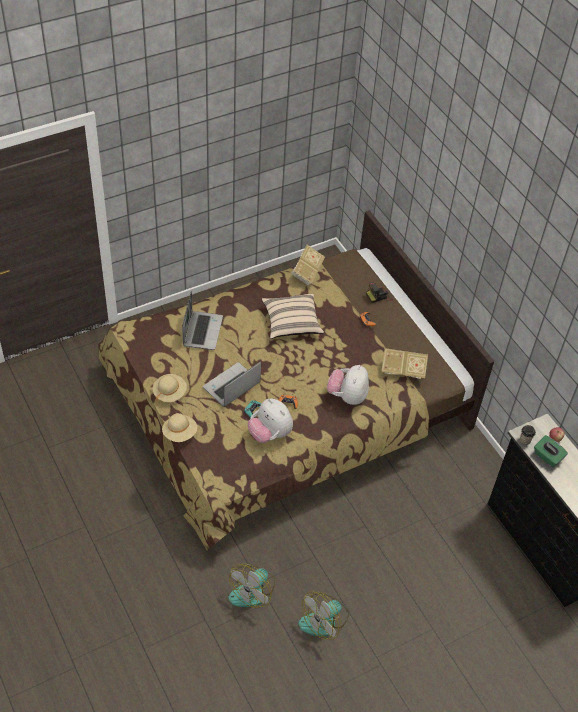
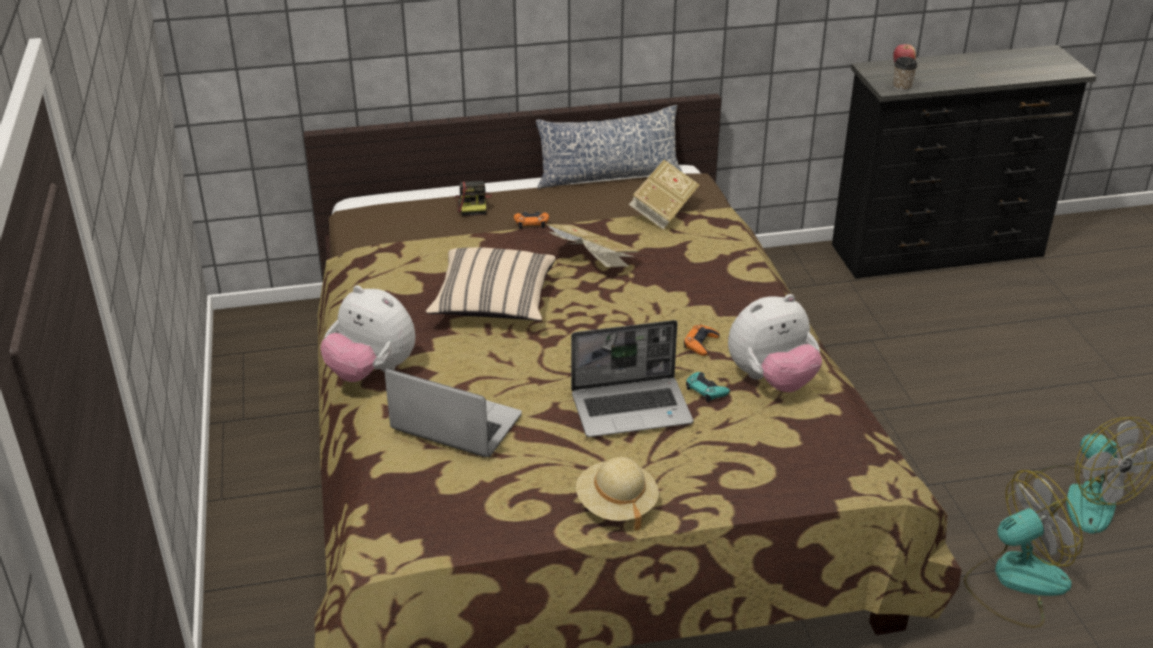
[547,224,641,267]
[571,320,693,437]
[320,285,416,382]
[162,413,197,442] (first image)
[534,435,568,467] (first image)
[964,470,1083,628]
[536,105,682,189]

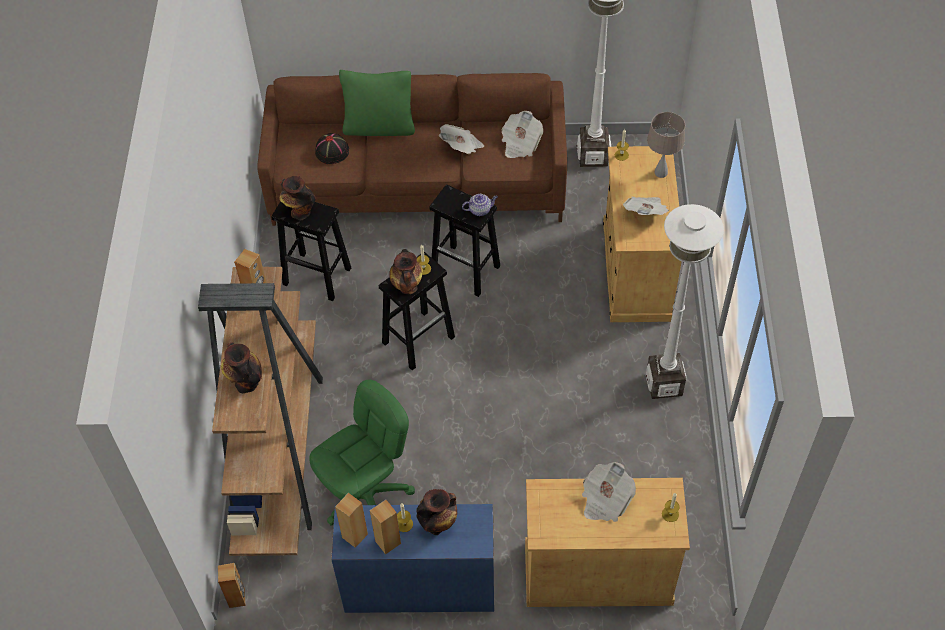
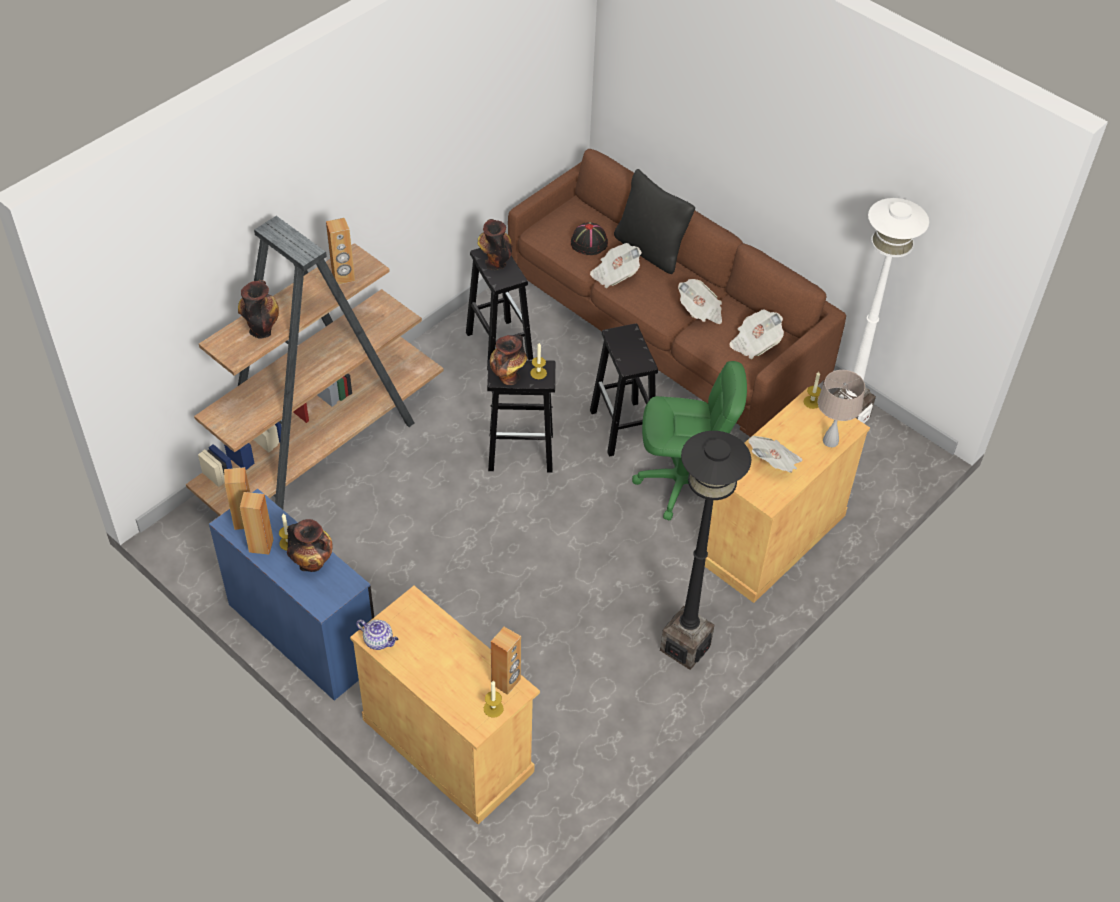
[614,169,695,274]
[356,619,398,650]
[660,431,751,670]
[632,361,747,520]
[590,243,642,288]
[491,627,521,695]

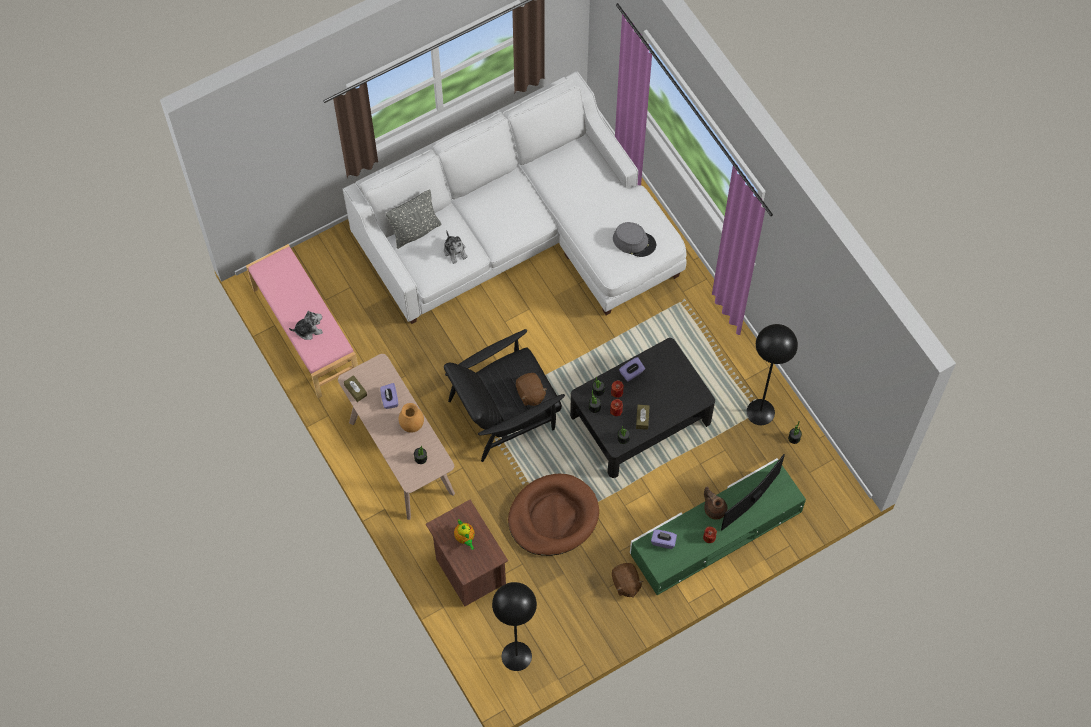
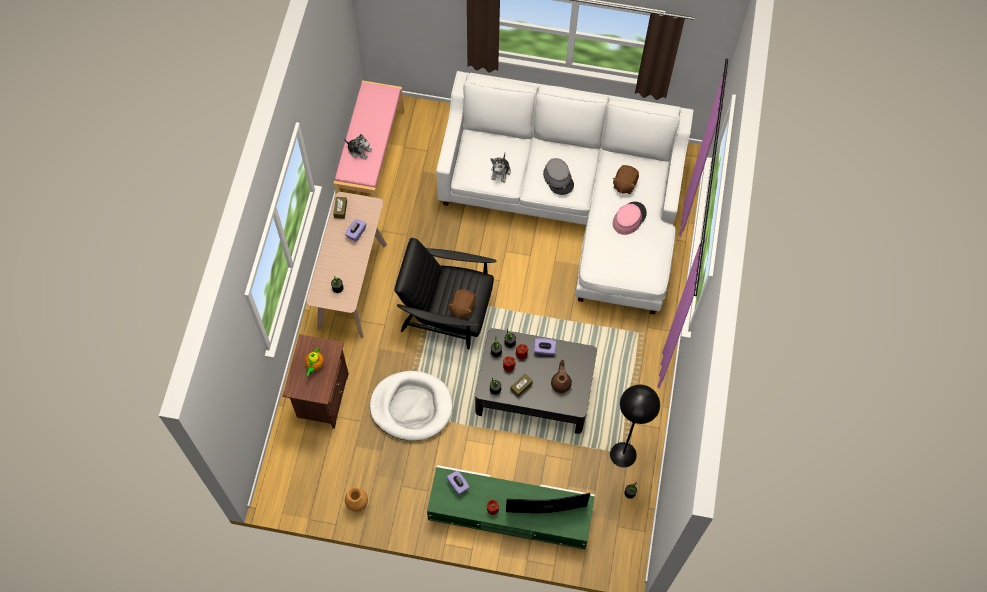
[386,189,441,249] (first image)
[543,158,574,195]
[345,487,368,512]
[370,371,453,441]
[551,360,572,393]
[613,165,639,194]
[492,582,537,671] (first image)
[613,202,647,235]

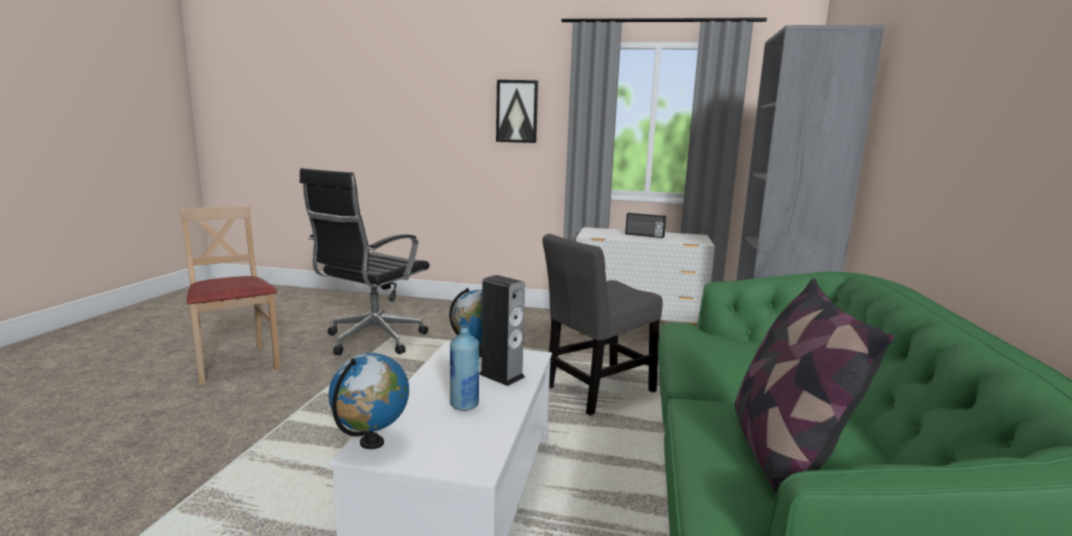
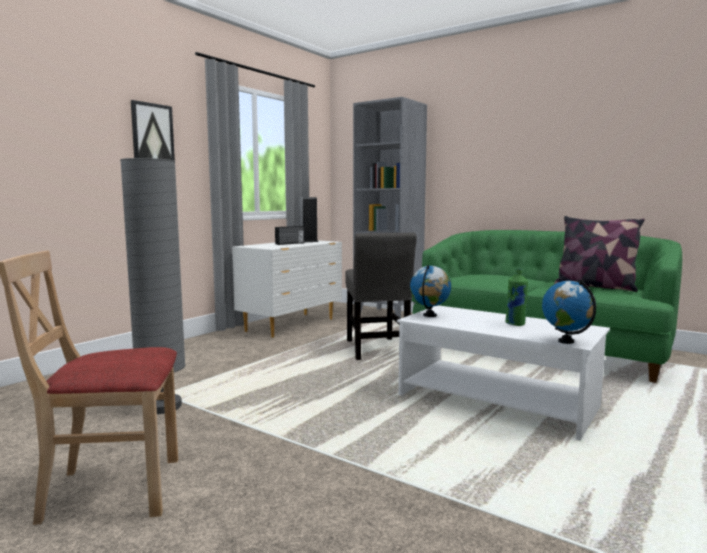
[120,158,186,414]
[299,197,318,242]
[505,269,528,326]

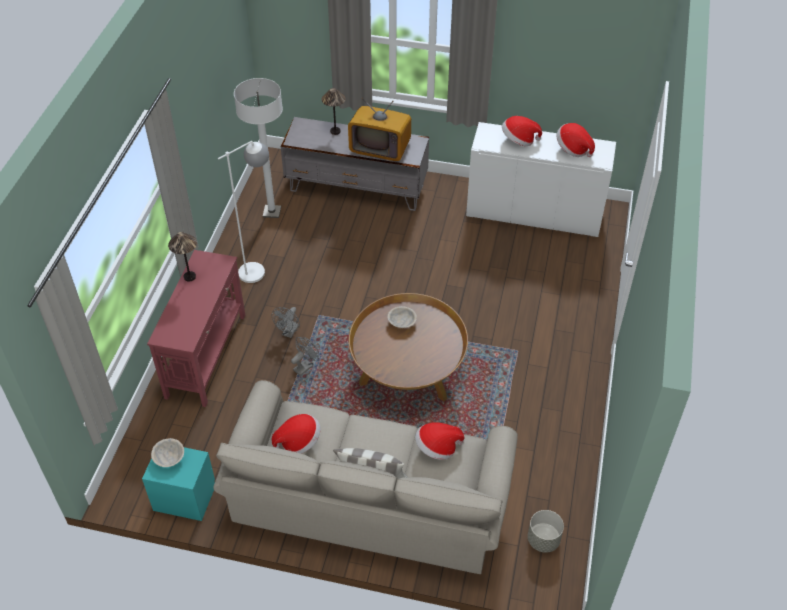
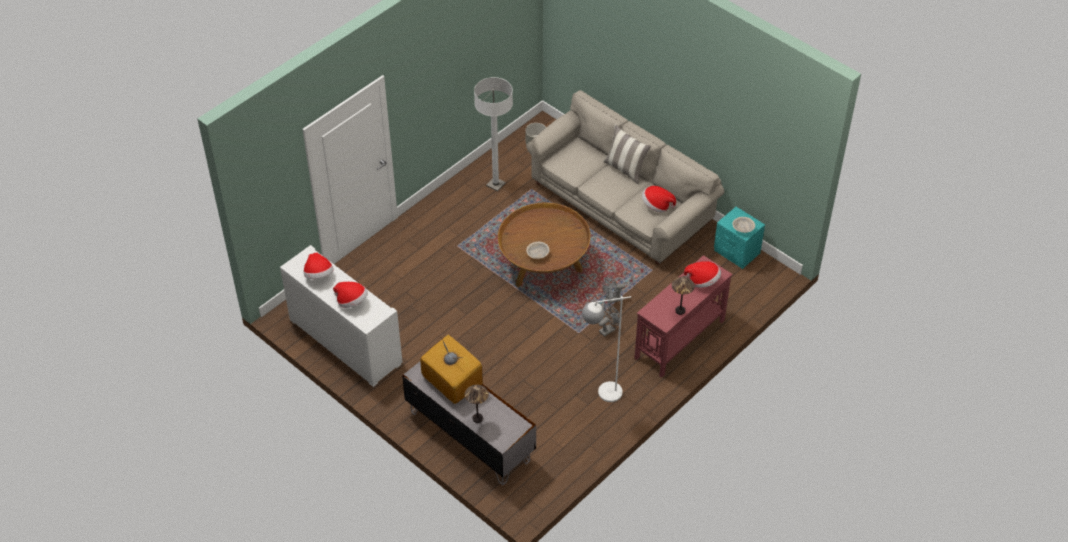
[474,77,513,192]
[684,261,721,288]

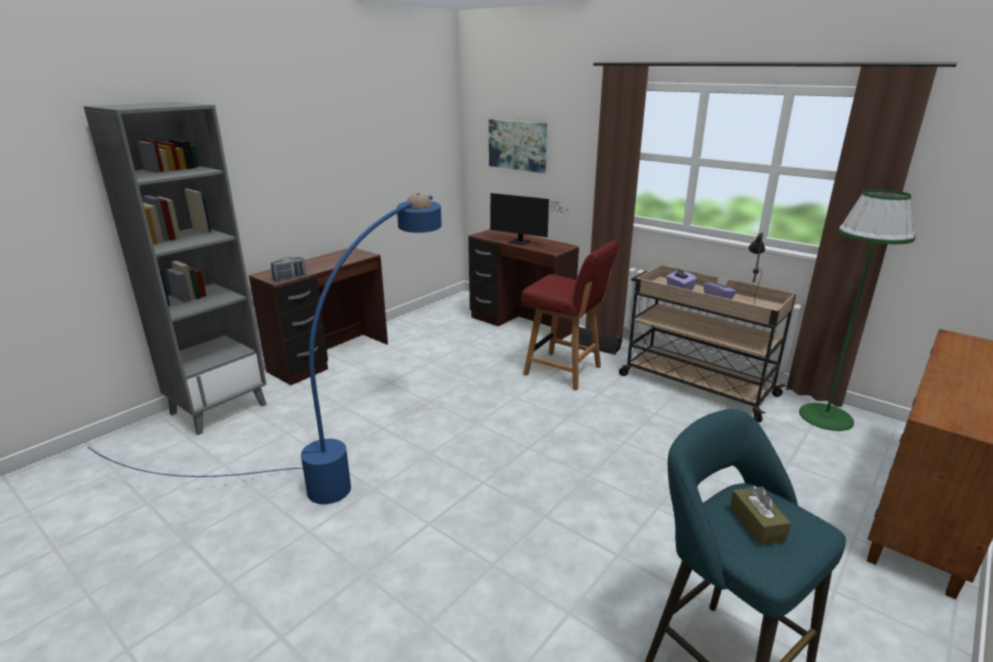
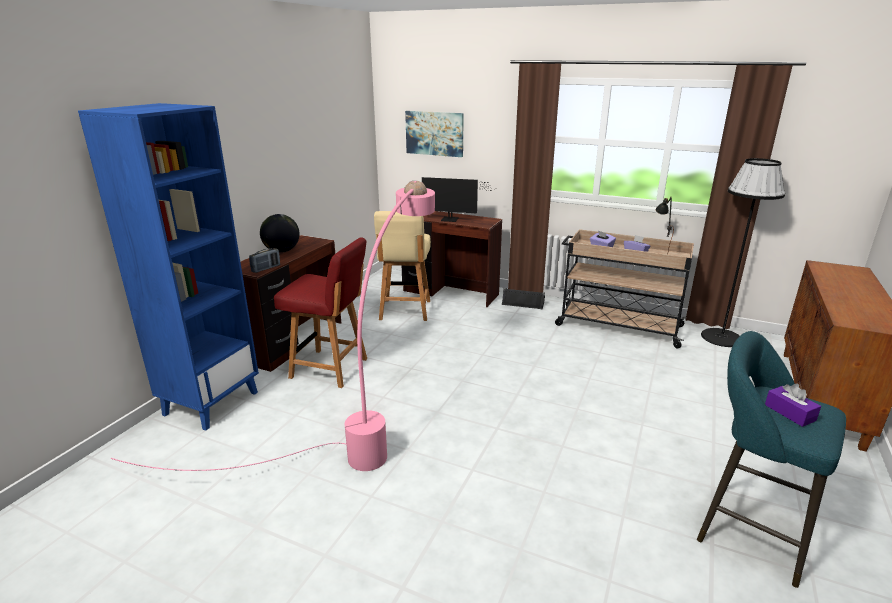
[78,103,259,431]
[701,158,785,347]
[111,181,435,471]
[274,237,367,388]
[765,383,821,427]
[374,211,431,321]
[260,214,300,252]

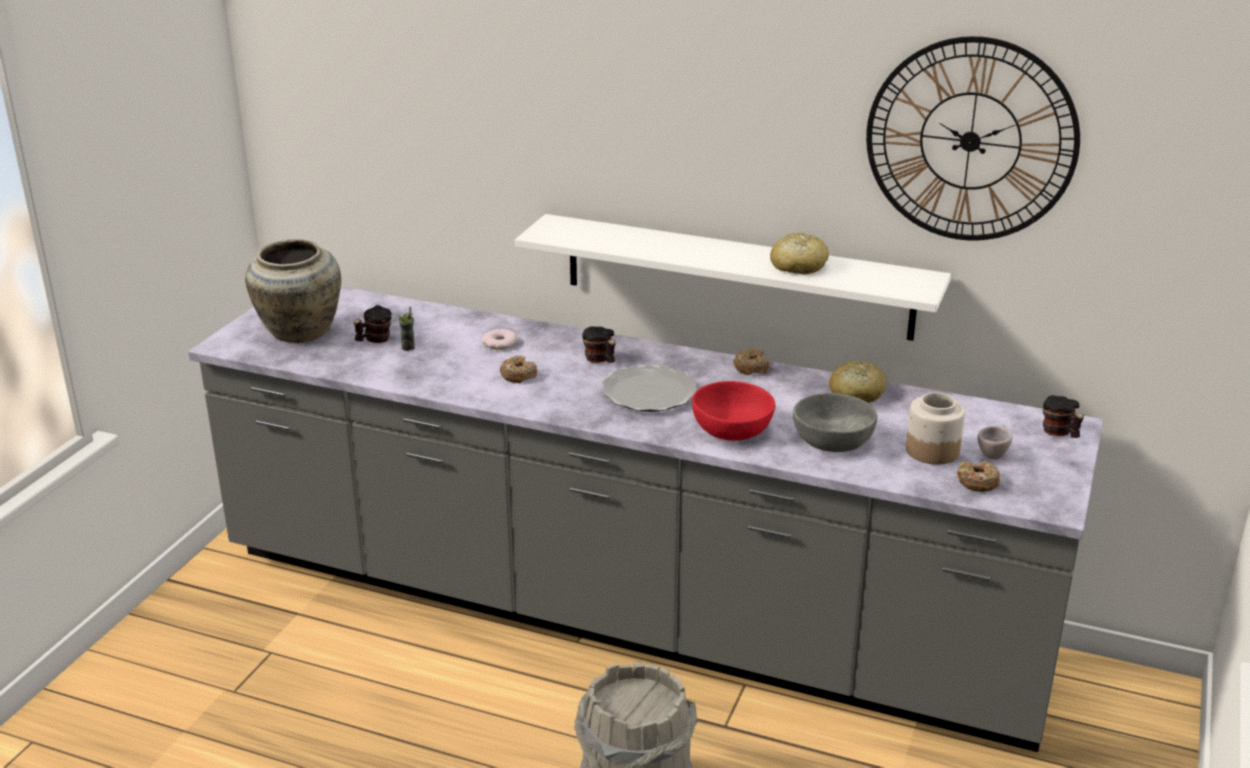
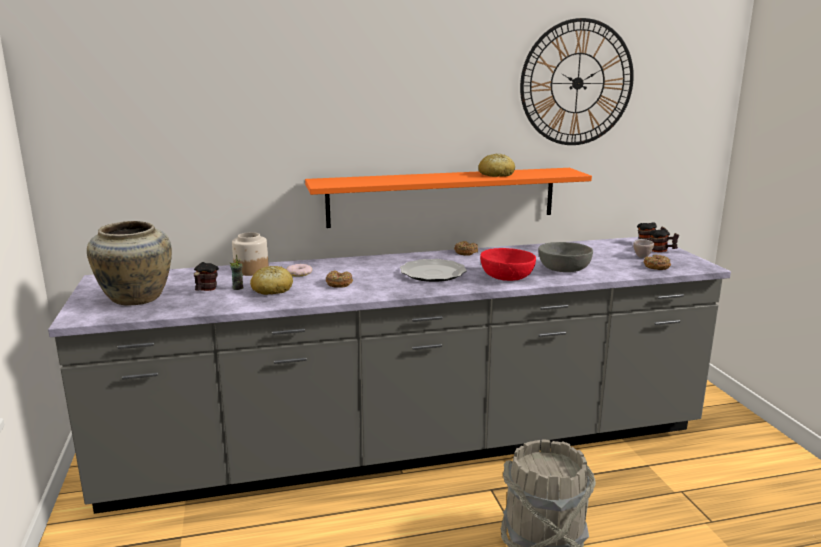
[305,168,592,228]
[649,229,679,252]
[250,266,293,295]
[232,232,269,276]

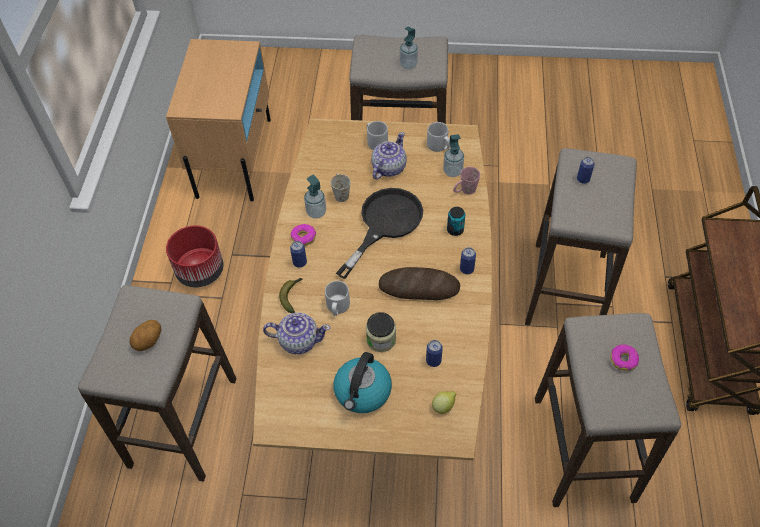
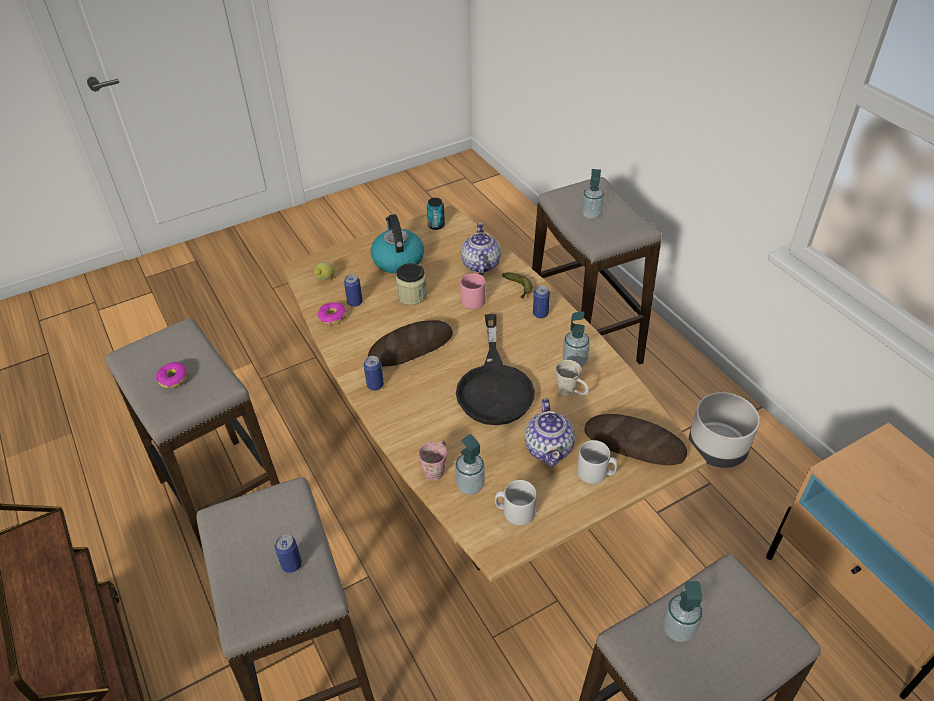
[427,198,445,230]
[318,302,346,325]
[689,392,760,468]
[460,273,486,309]
[461,223,501,276]
[581,169,604,219]
[585,414,687,465]

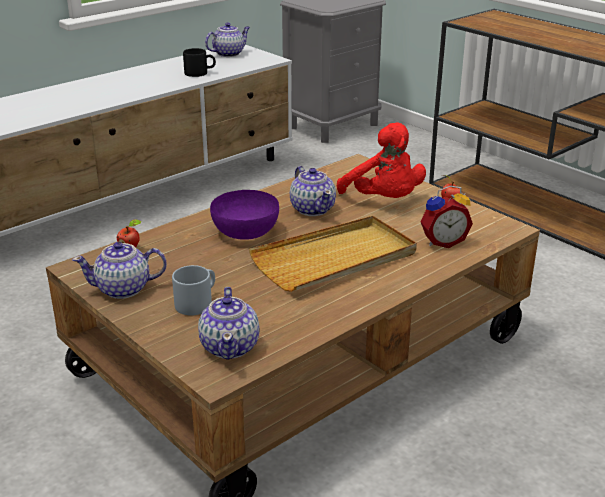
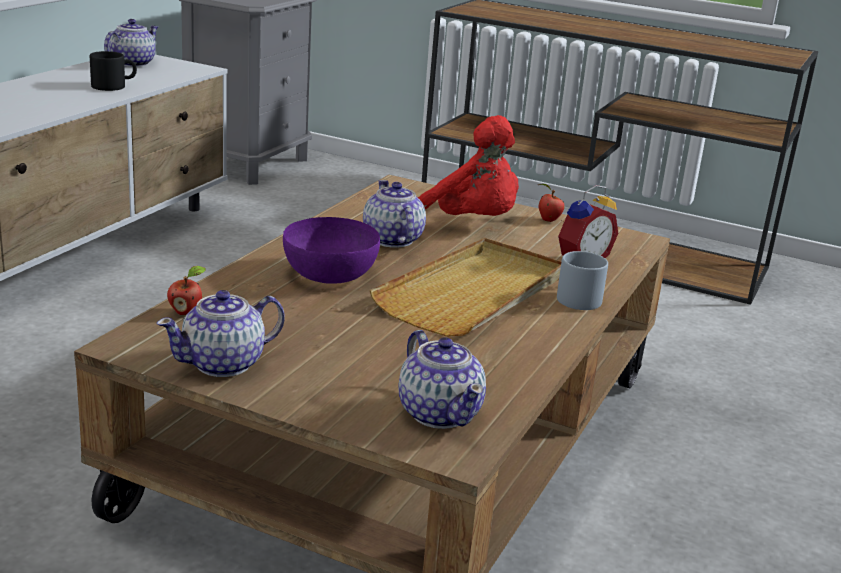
[363,180,426,248]
[557,251,608,310]

